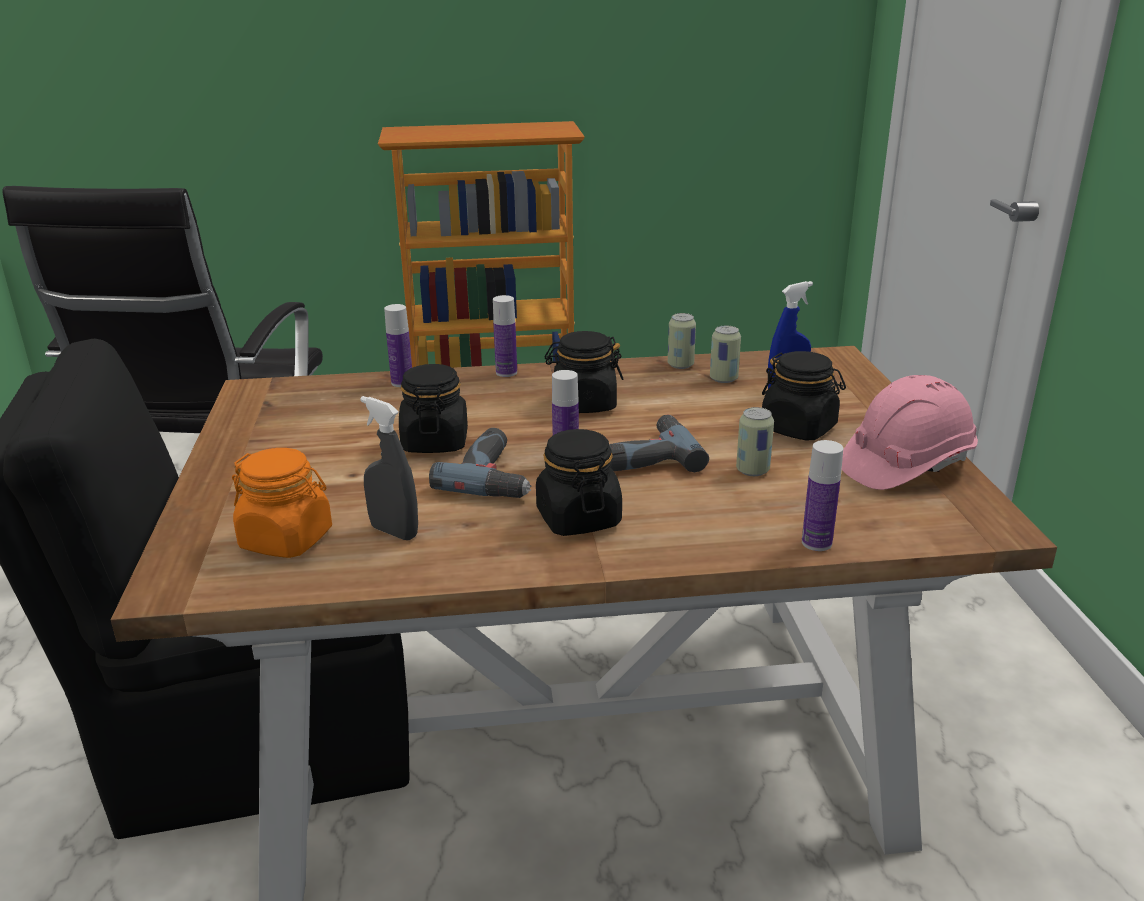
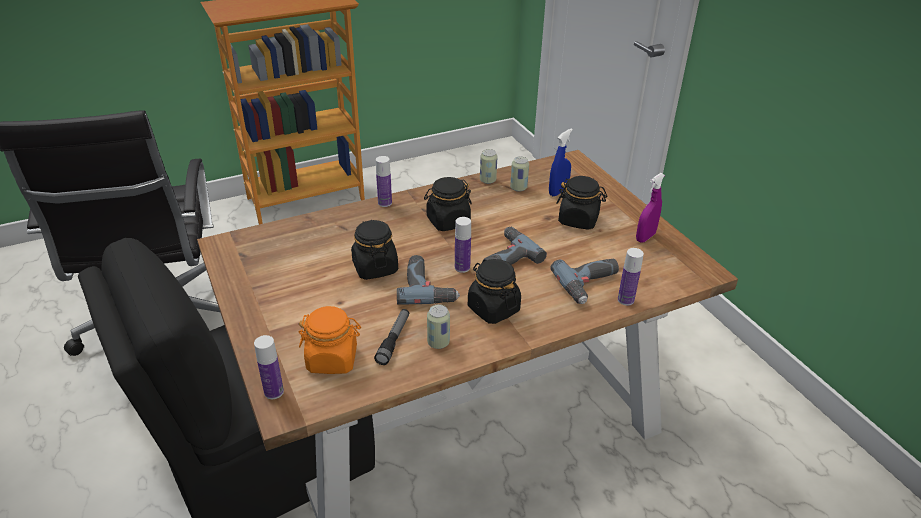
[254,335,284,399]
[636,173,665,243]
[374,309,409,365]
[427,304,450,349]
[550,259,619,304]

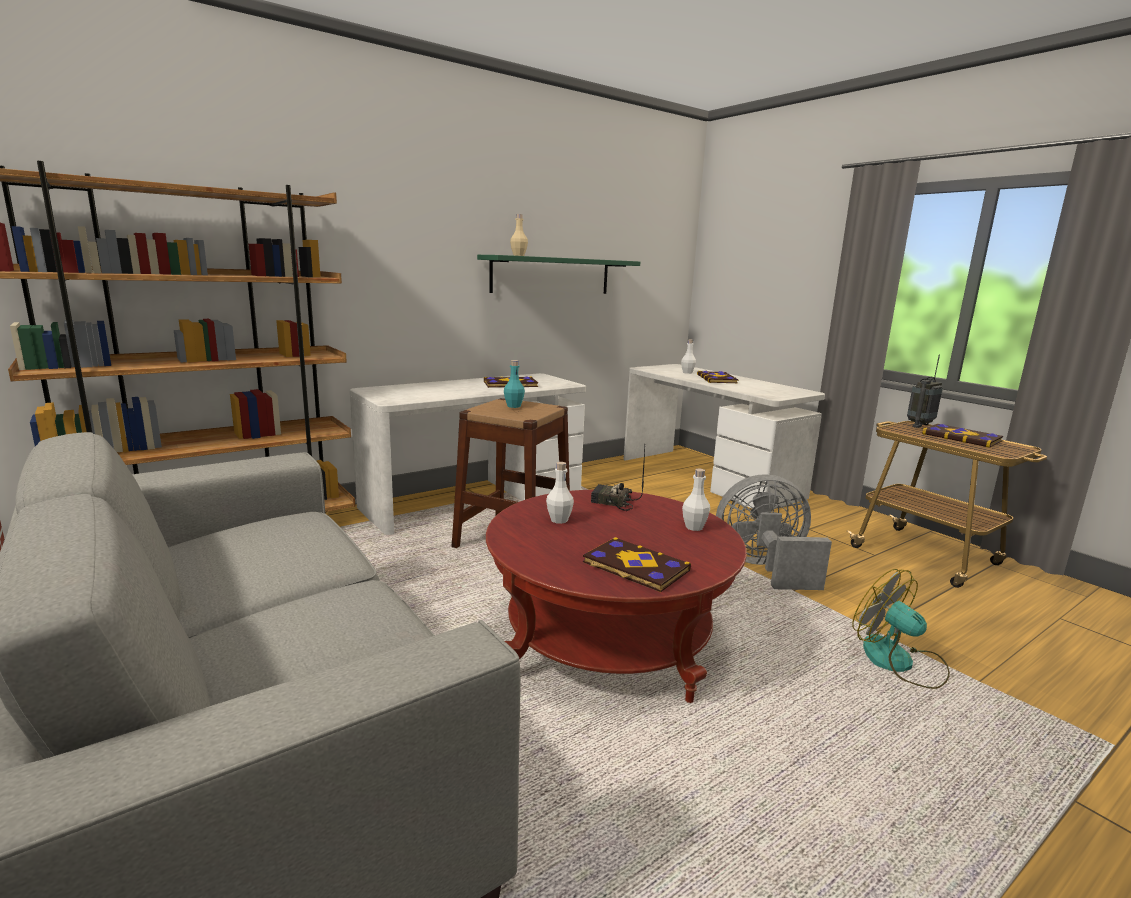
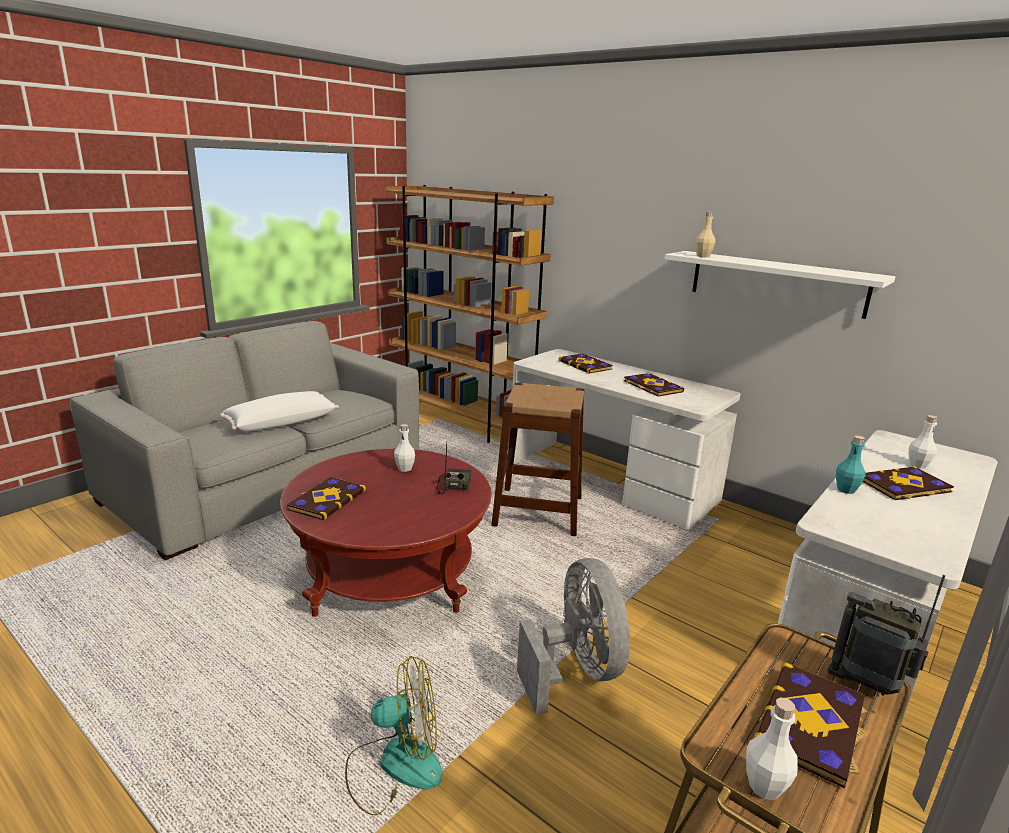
[665,251,896,319]
[836,436,866,494]
[746,698,797,800]
[345,656,443,815]
[558,354,613,374]
[220,391,339,432]

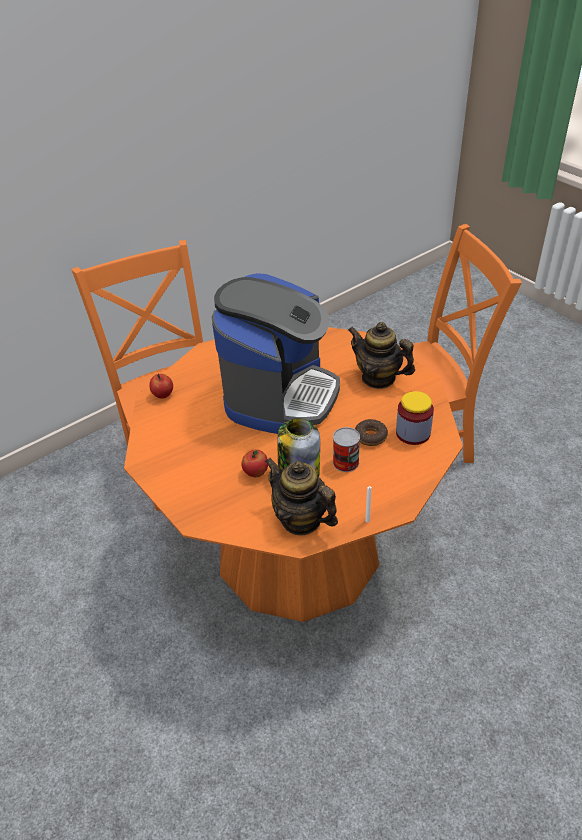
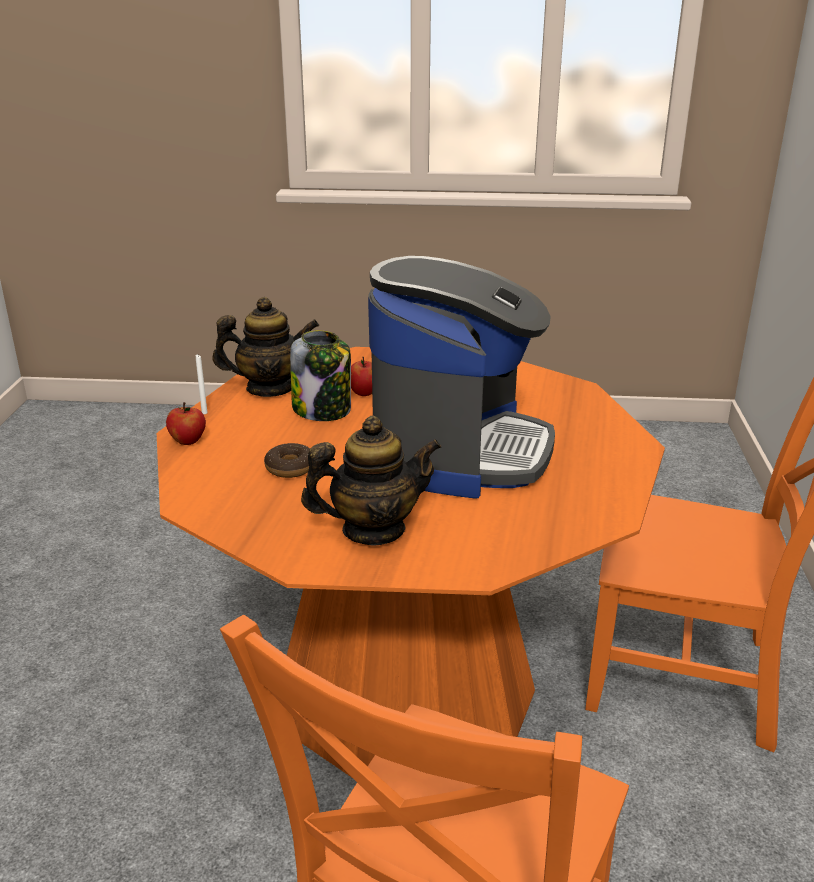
[368,256,555,499]
[166,402,206,445]
[396,391,434,445] (first image)
[333,427,360,472] (first image)

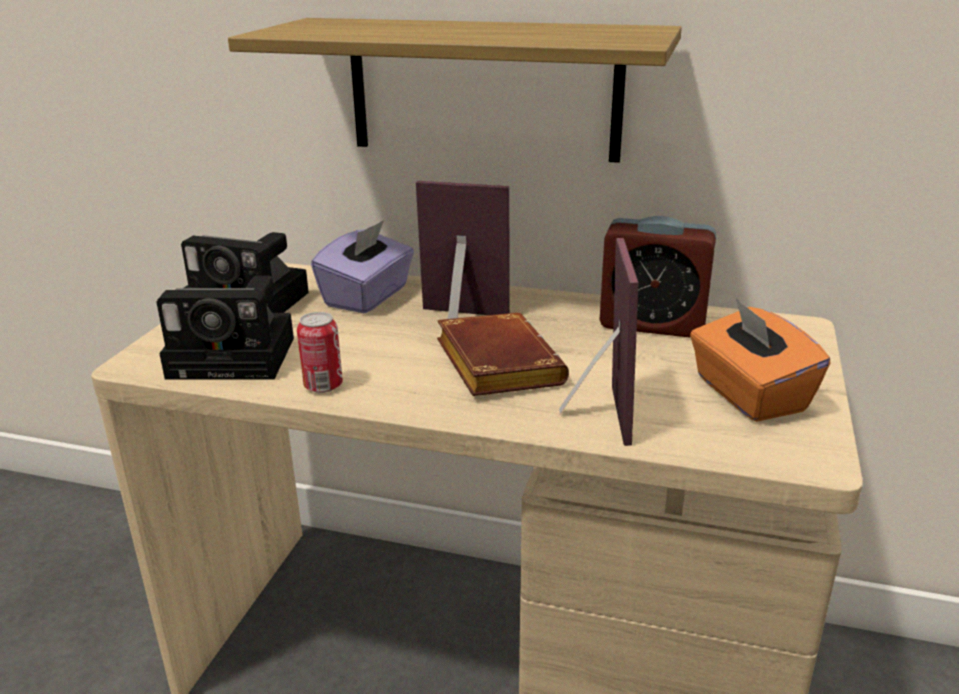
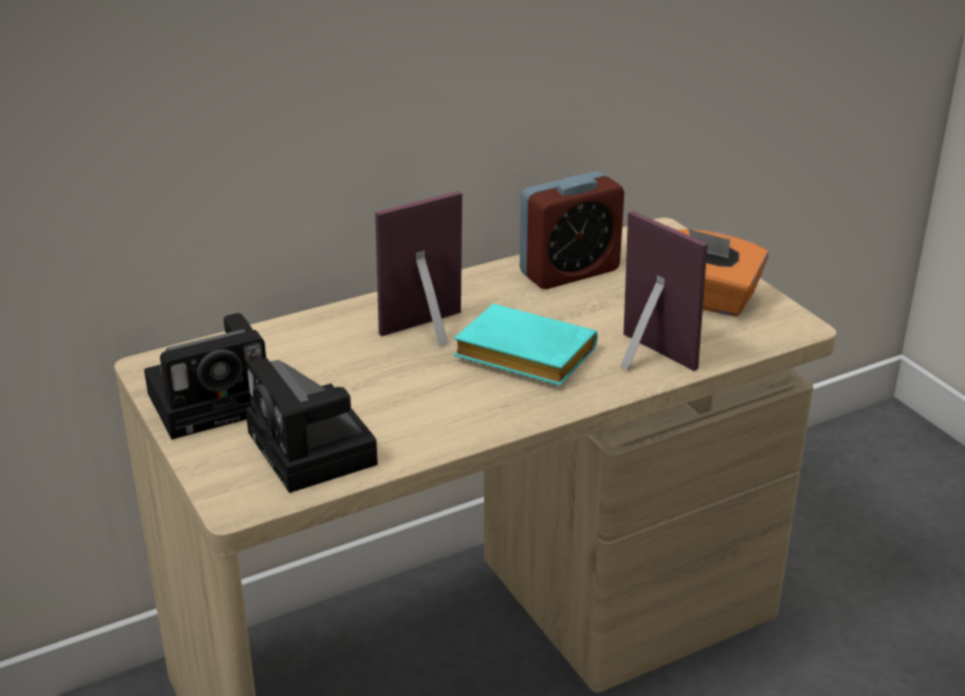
[228,18,682,163] (first image)
[311,220,414,314] (first image)
[246,357,378,493]
[297,312,343,393] (first image)
[454,304,598,386]

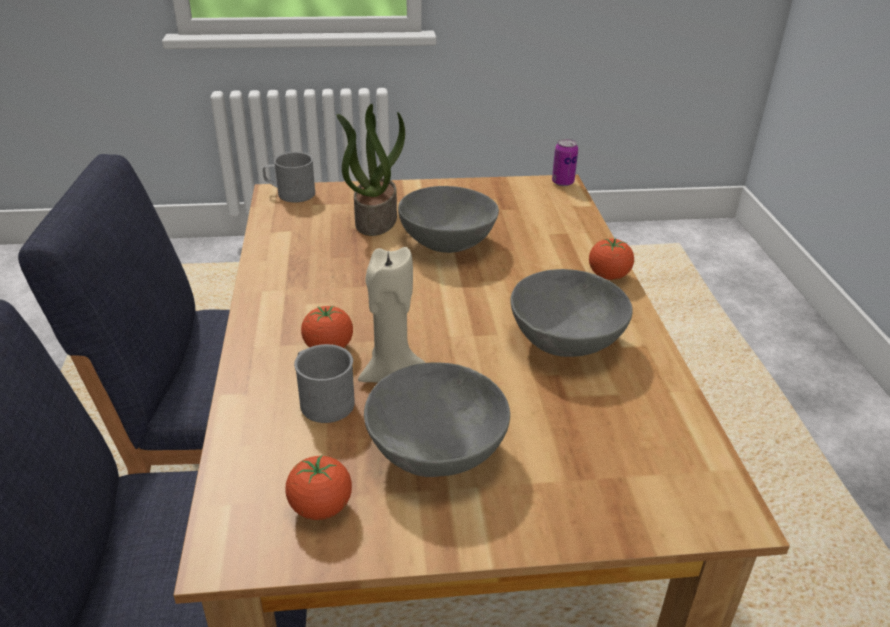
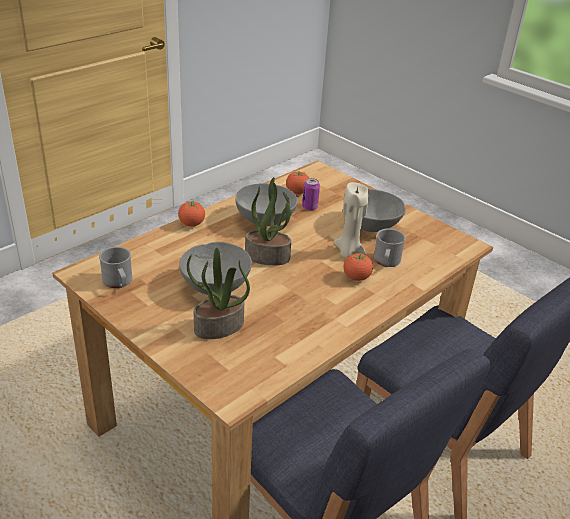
[302,178,320,211]
[99,246,132,288]
[286,171,309,194]
[245,177,291,266]

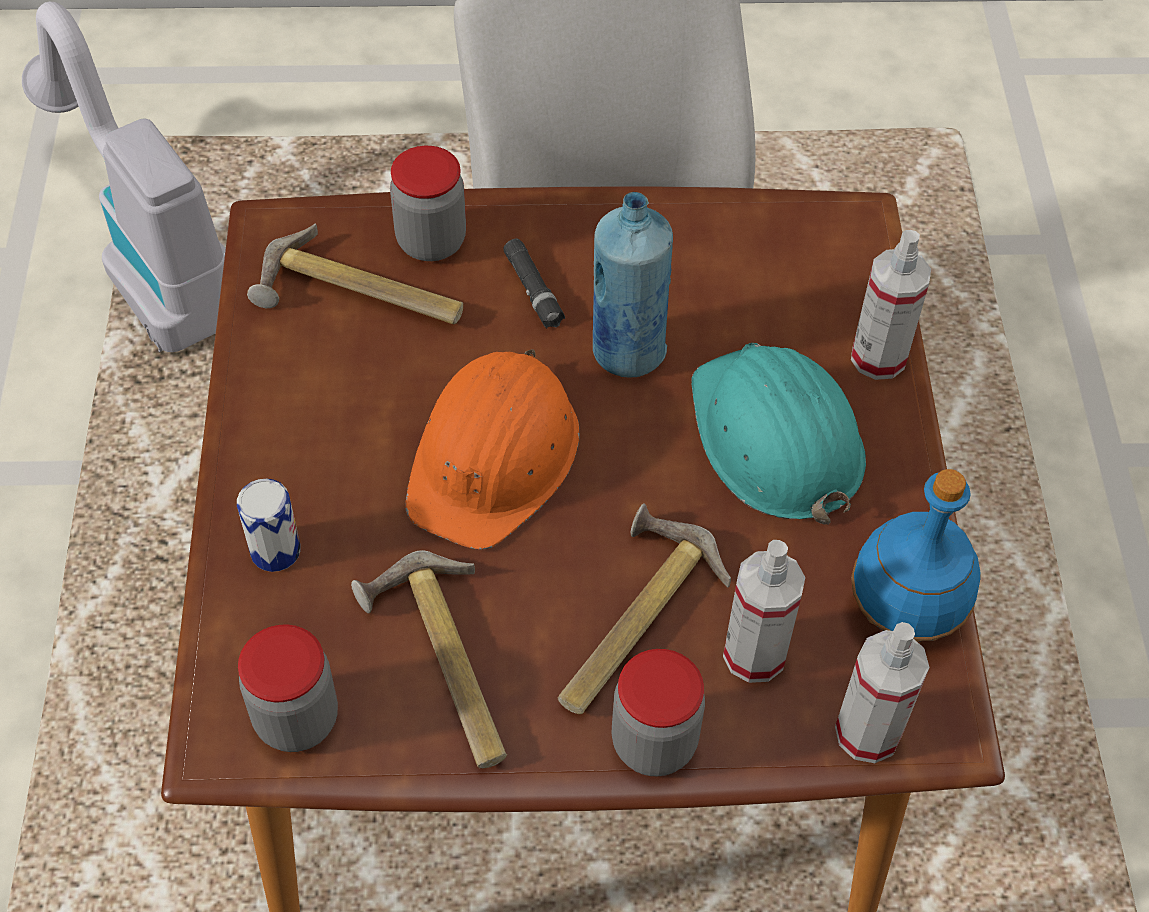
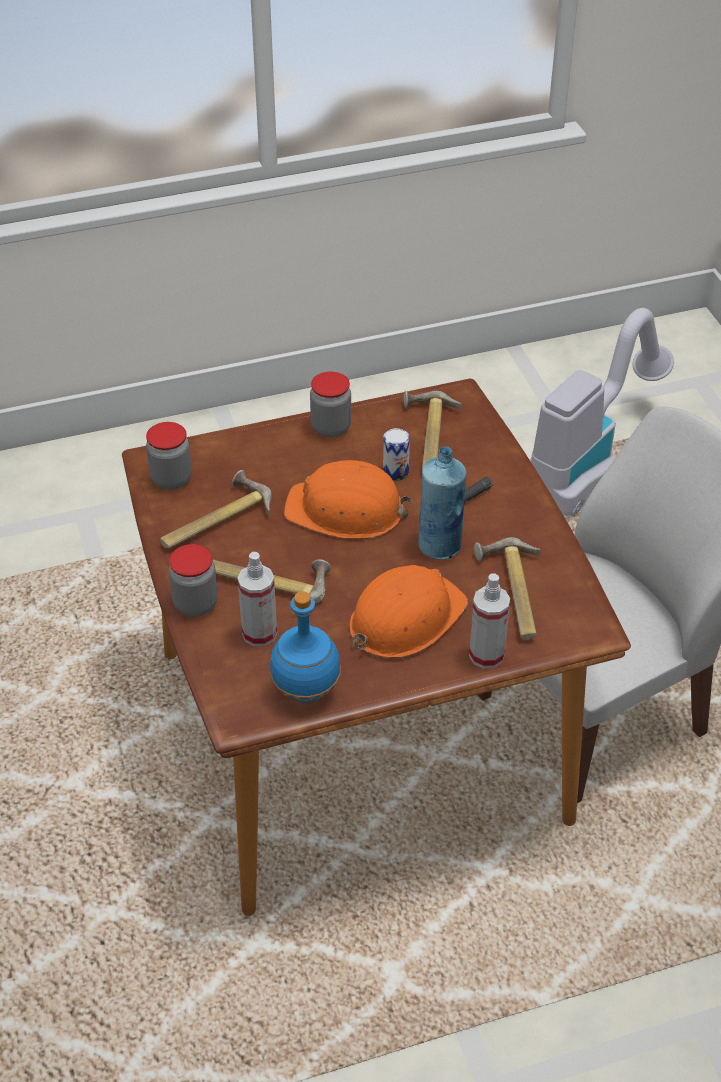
[310,371,351,438]
[350,565,468,658]
[383,428,410,481]
[835,622,930,763] (first image)
[474,537,541,639]

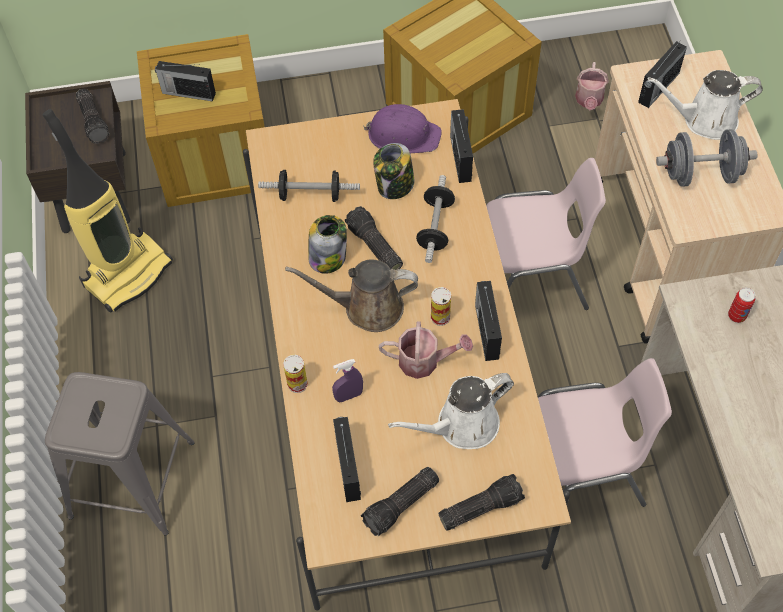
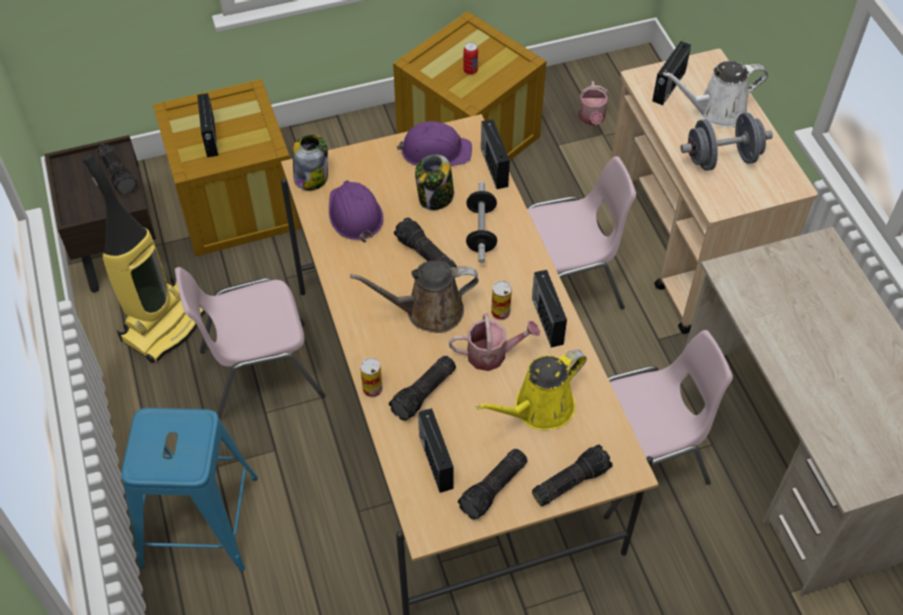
[197,93,218,157]
[329,181,384,242]
[293,135,328,191]
[463,42,478,75]
[389,356,456,421]
[121,408,258,571]
[476,349,587,430]
[175,267,326,419]

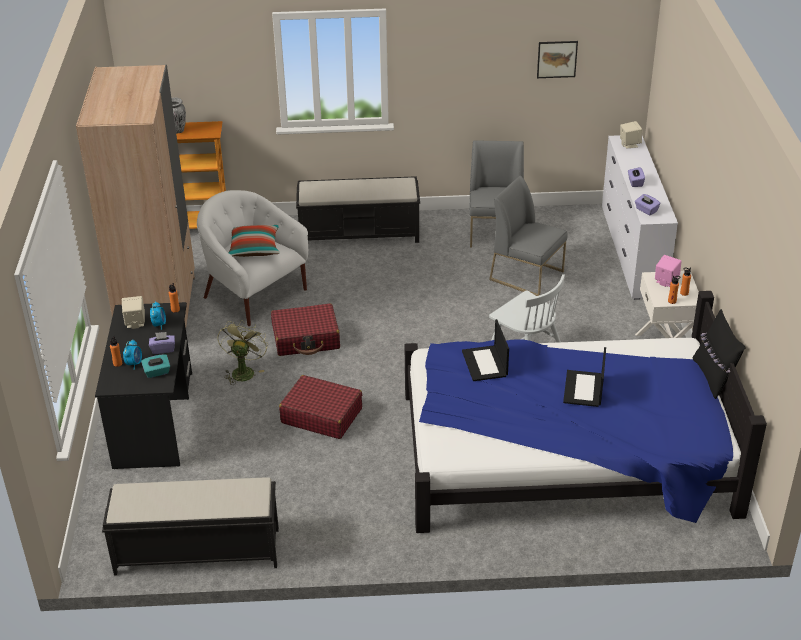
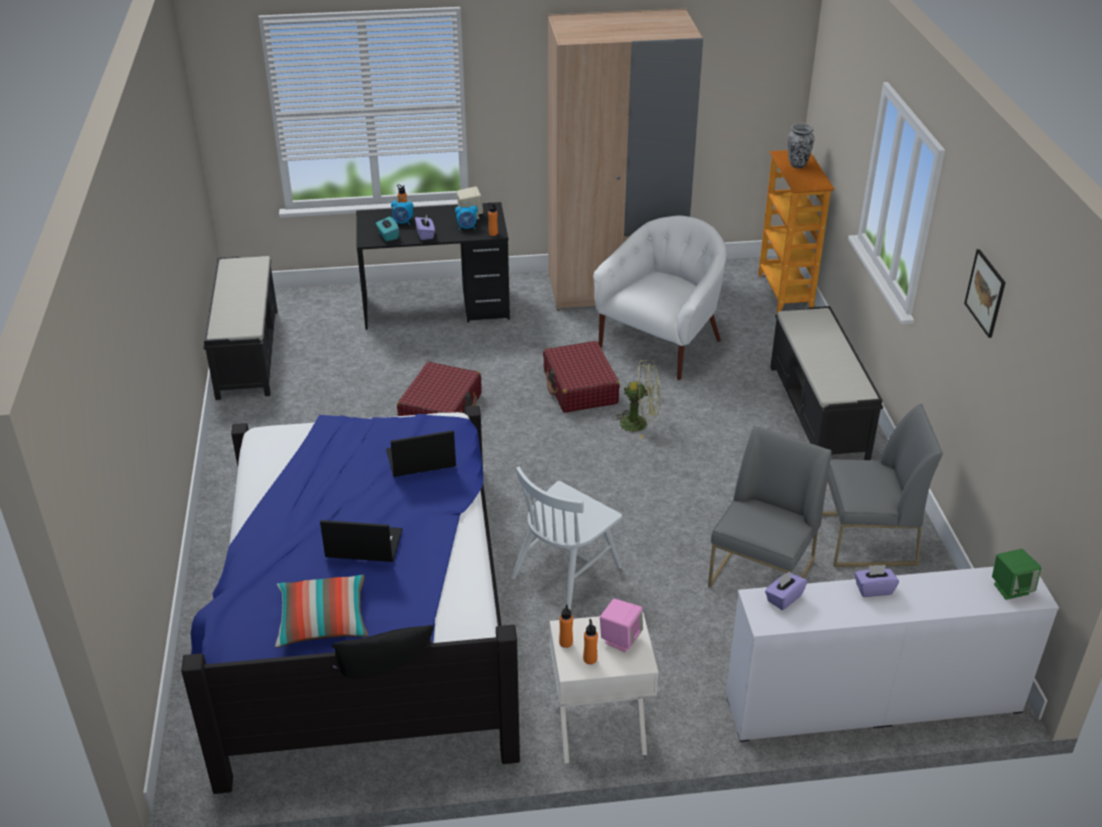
[964,249,1006,338]
[992,549,1041,600]
[275,575,368,648]
[612,360,660,439]

